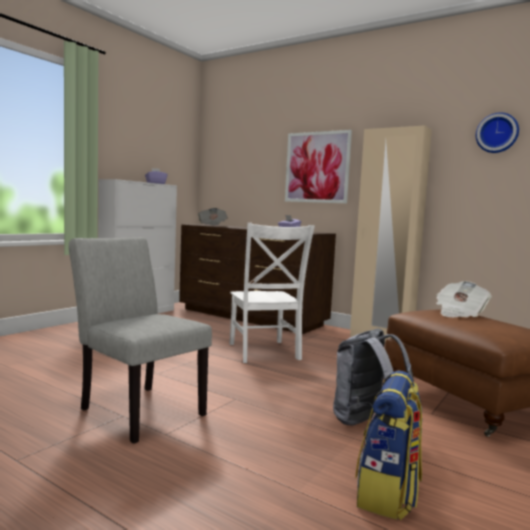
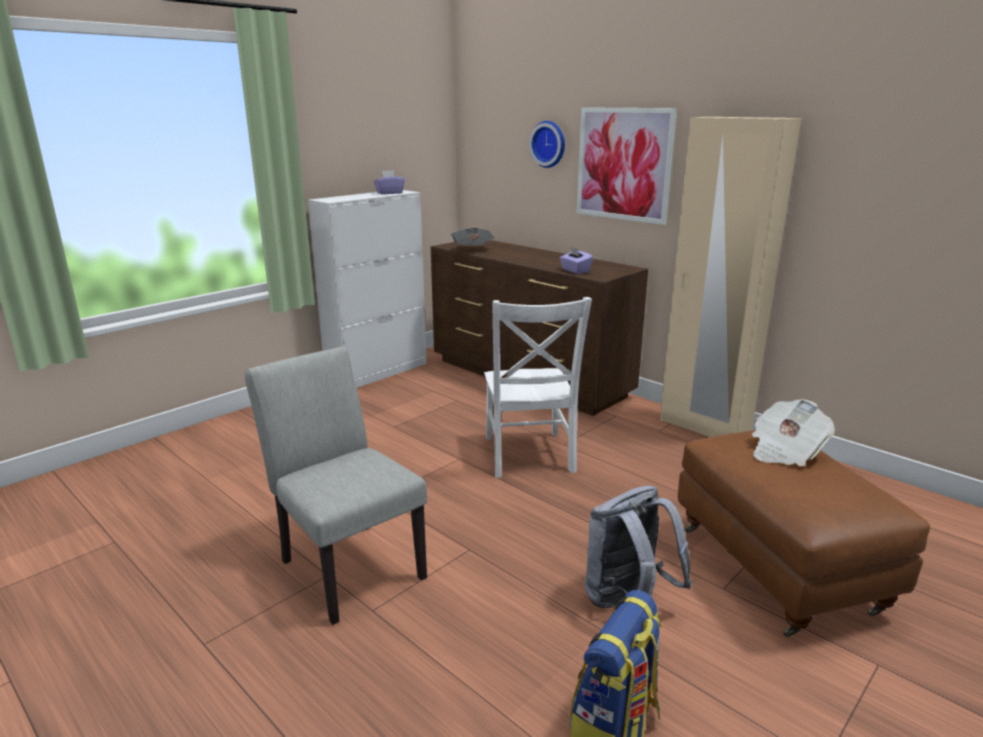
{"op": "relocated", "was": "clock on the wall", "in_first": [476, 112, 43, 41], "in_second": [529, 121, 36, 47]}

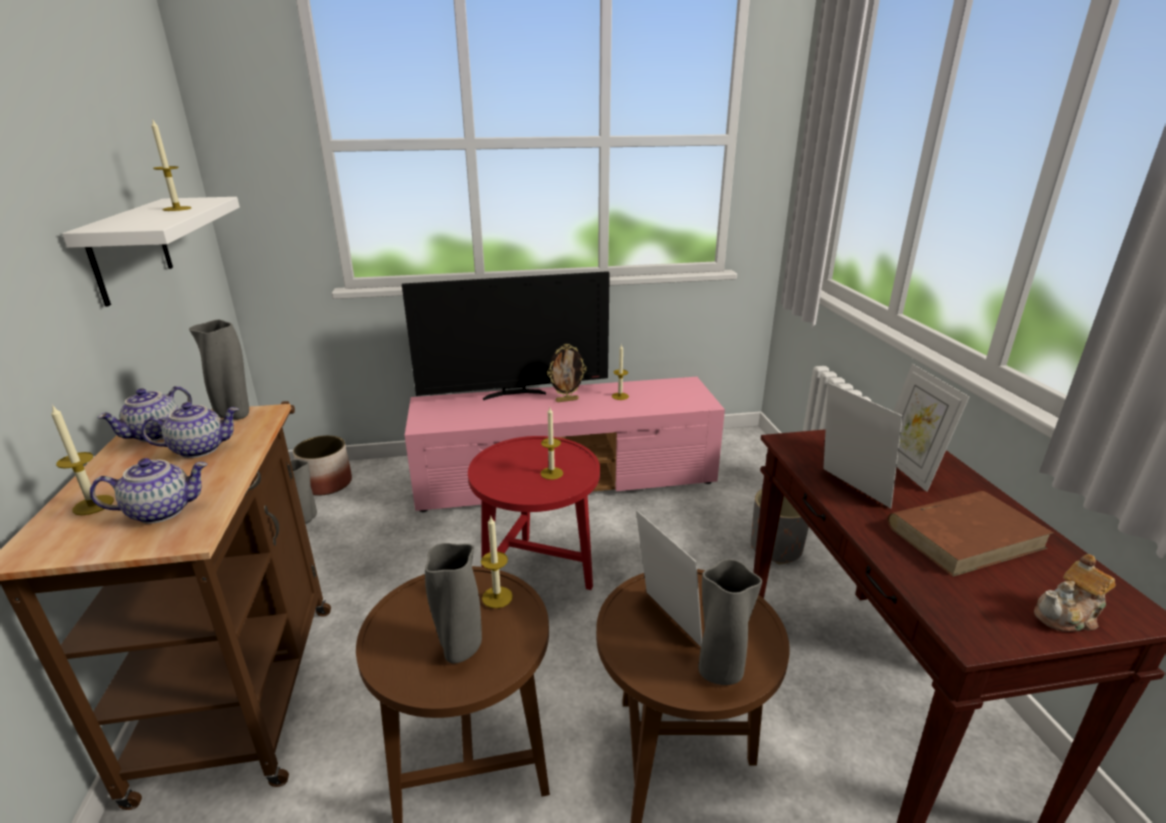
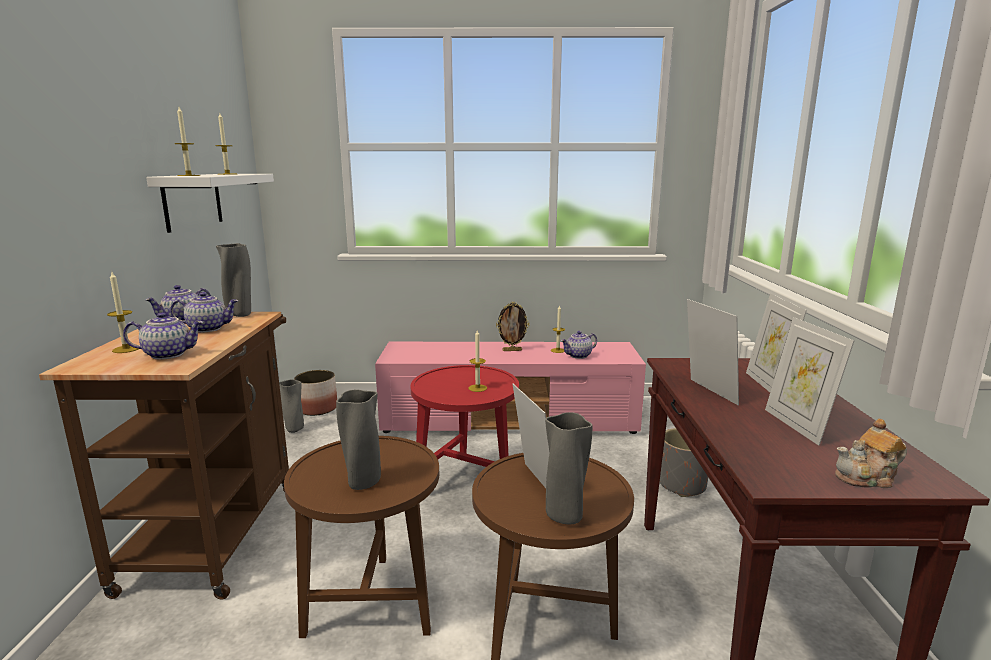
{"op": "missing", "was": "TV set", "in_first": [402, 271, 208, 129]}
{"op": "appeared", "now": "teapot", "in_second": [561, 331, 36, 28]}
{"op": "relocated", "was": "candle", "in_first": [481, 517, 32, 91], "in_second": [175, 107, 25, 69]}
{"op": "exchanged", "was": "bound book/brownish", "now": "picture frame", "in_first": [887, 491, 167, 86], "in_second": [765, 317, 89, 129]}

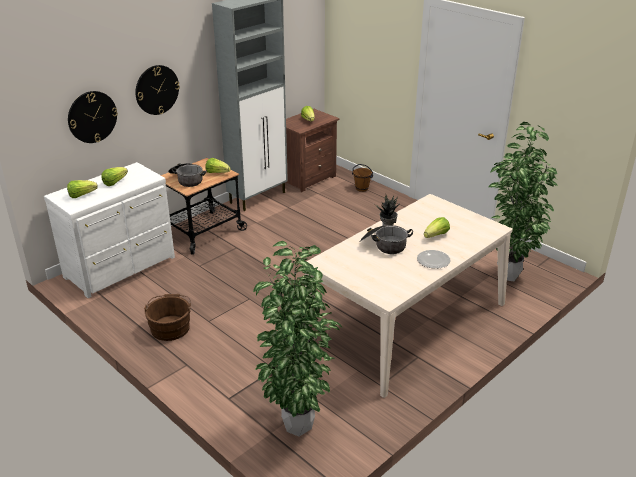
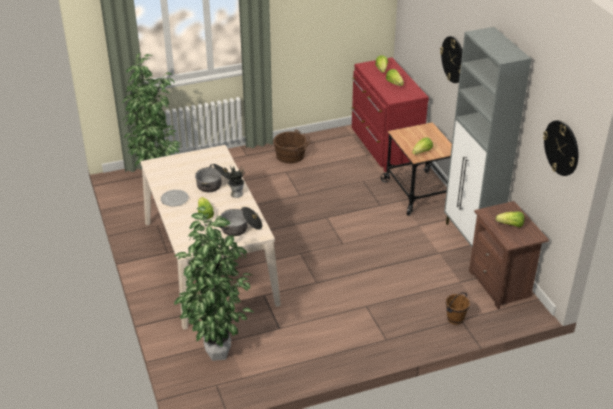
{"op": "relocated", "was": "clock on the wall", "in_first": [68, 91, 50, 52], "in_second": [543, 120, 35, 56]}
{"op": "relocated", "was": "stockpot", "in_first": [168, 163, 39, 24], "in_second": [220, 207, 42, 29]}
{"op": "colour", "was": "dresser/whitish", "now": "dresser/red", "in_first": [44, 162, 131, 136], "in_second": [351, 57, 78, 115]}

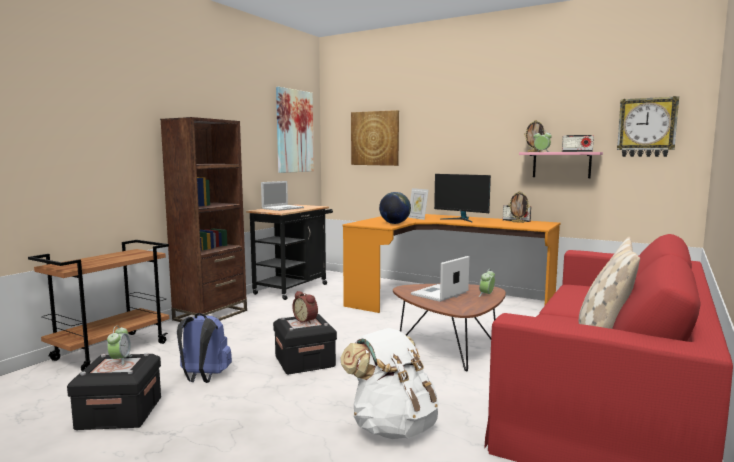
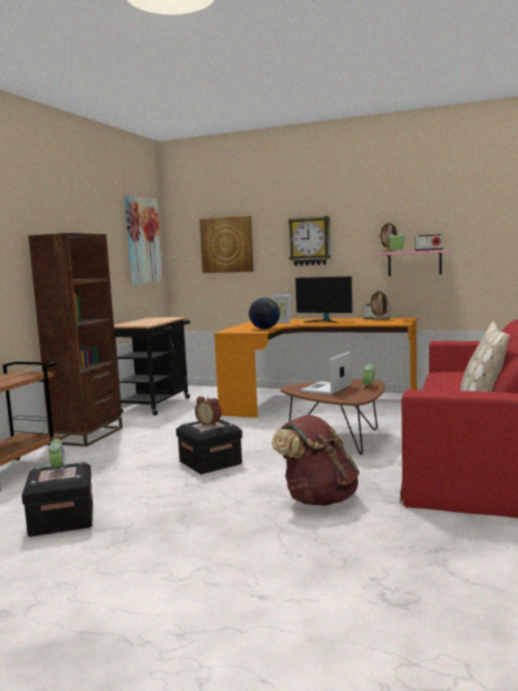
{"op": "missing", "was": "rucksack/bluish", "in_first": [177, 313, 55, 70]}
{"op": "missing", "was": "portable computer", "in_first": [261, 181, 43, 30]}
{"op": "relocated", "was": "clock on the wall", "in_first": [617, 96, 62, 61], "in_second": [288, 216, 43, 50]}
{"op": "colour", "was": "rucksack/whitish", "now": "rucksack/brownish", "in_first": [341, 328, 99, 111], "in_second": [271, 415, 89, 91]}

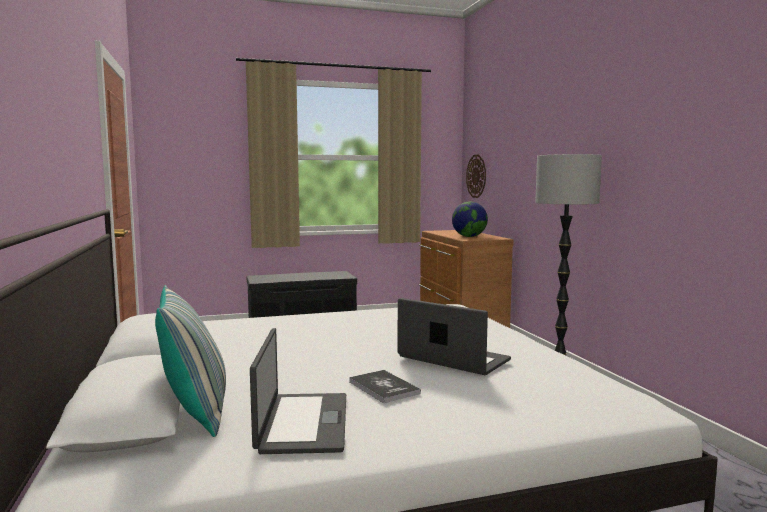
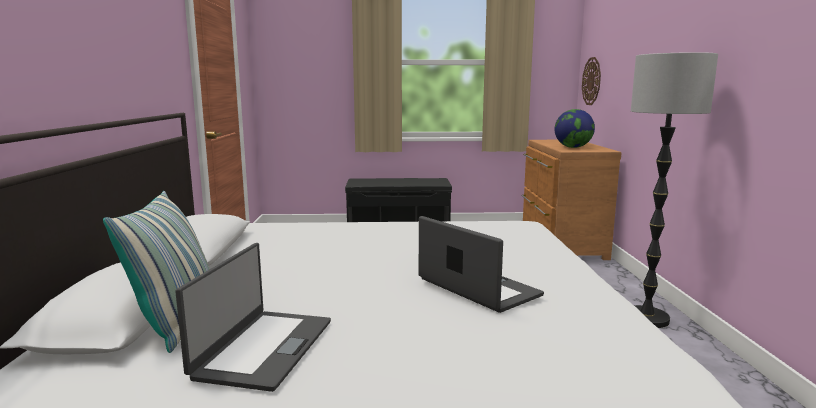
{"op": "missing", "was": "bound book", "in_first": [349, 370, 72, 33]}

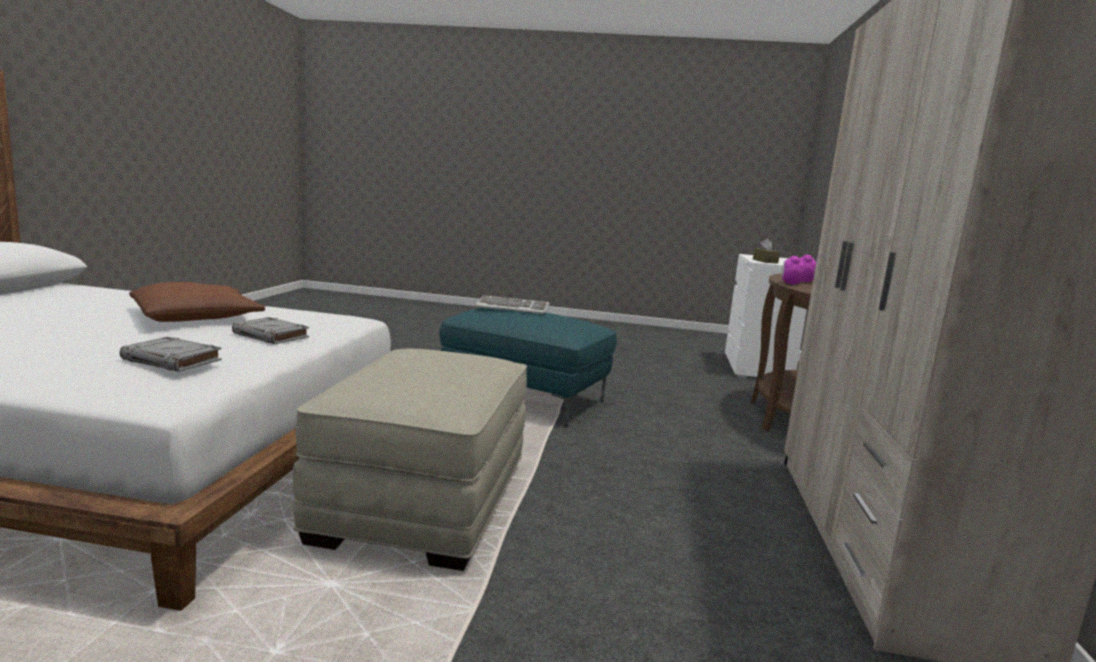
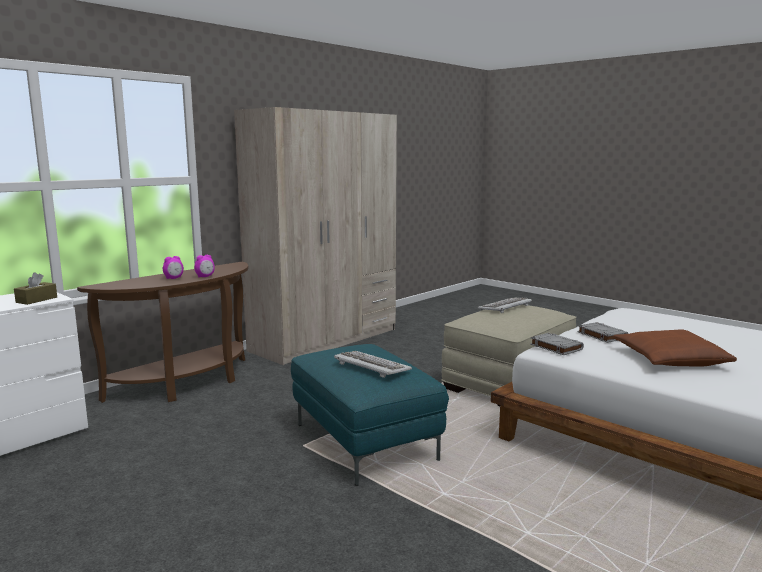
{"op": "appeared", "now": "keyboard", "in_second": [478, 297, 54, 16]}
{"op": "relocated", "was": "bound book/greyish", "in_first": [120, 337, 102, 35], "in_second": [530, 333, 54, 22]}

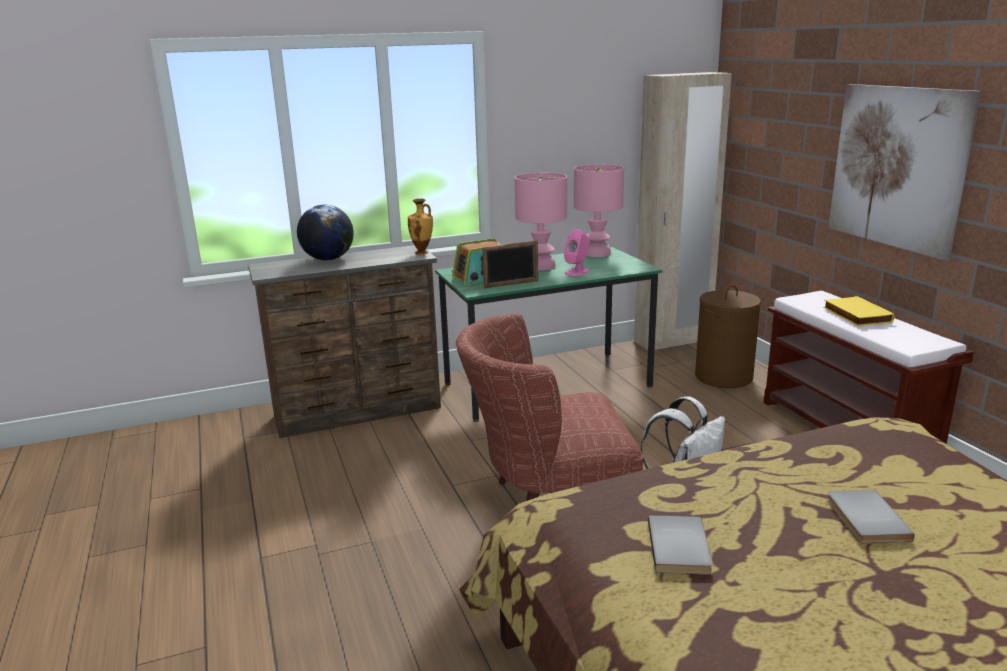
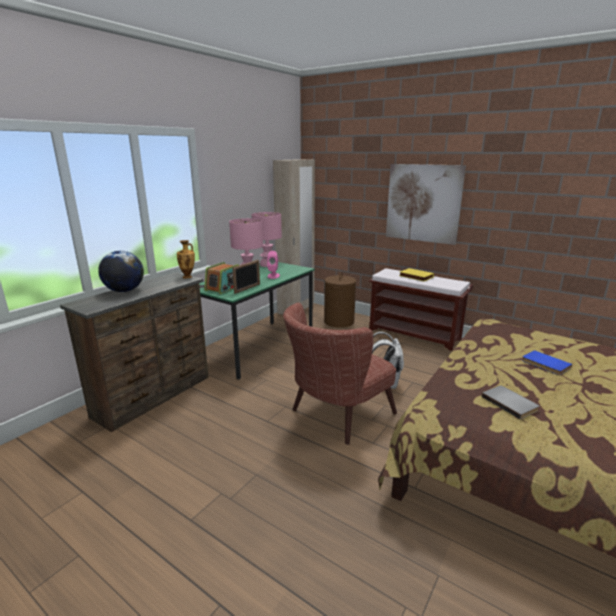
{"op": "colour", "was": "bound book/greyish", "now": "bound book/bluish", "in_first": [827, 490, 88, 54], "in_second": [522, 350, 50, 25]}

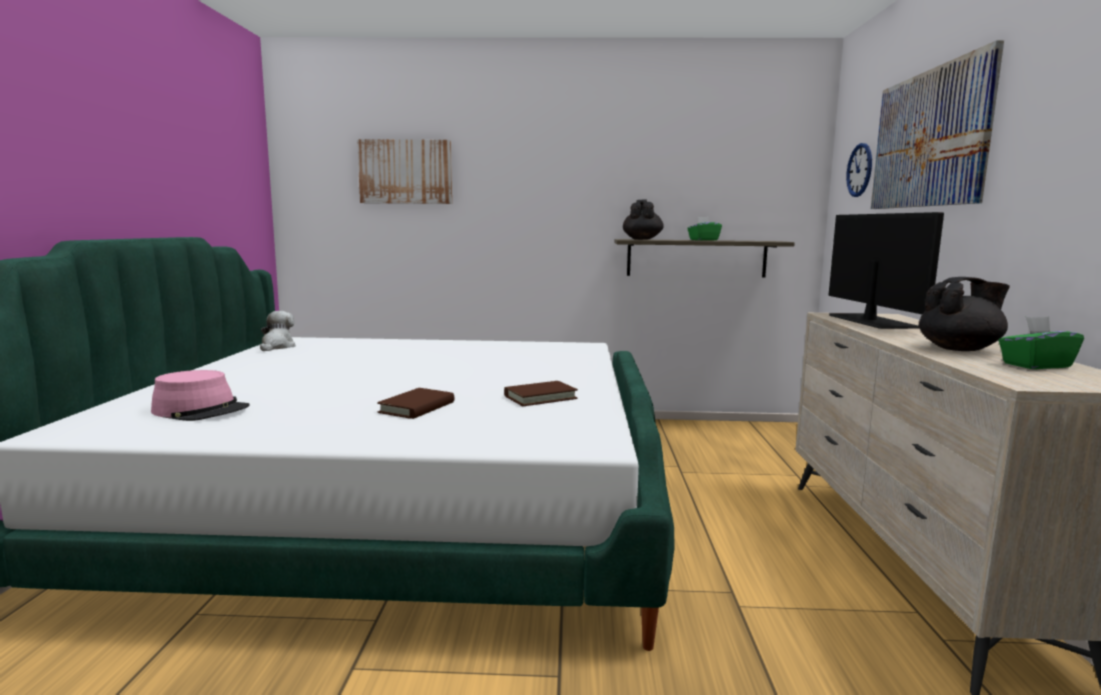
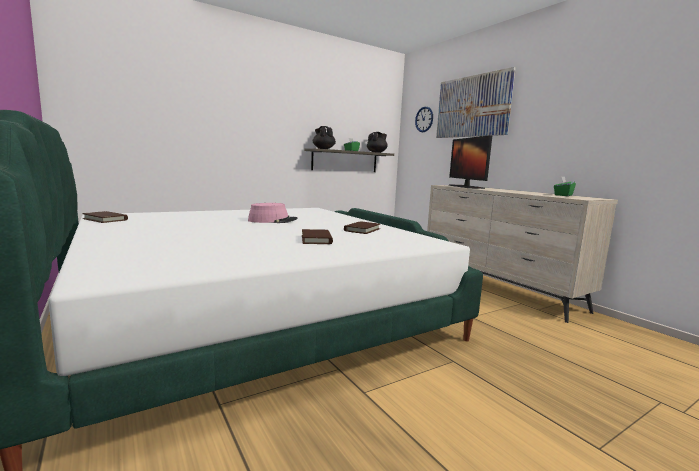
{"op": "missing", "was": "wall art", "in_first": [357, 139, 95, 65]}
{"op": "relocated", "was": "wearable hat/pink-coloured", "in_first": [151, 370, 99, 51], "in_second": [248, 203, 50, 20]}
{"op": "relocated", "was": "teapot/black", "in_first": [919, 277, 91, 74], "in_second": [367, 132, 21, 21]}
{"op": "exchanged", "was": "plush toy", "now": "bound book/brownish", "in_first": [260, 311, 35, 40], "in_second": [82, 211, 46, 12]}
{"op": "spun", "was": "monitor", "in_first": [829, 212, 115, 117], "in_second": [449, 135, 43, 54], "clockwise": -150}

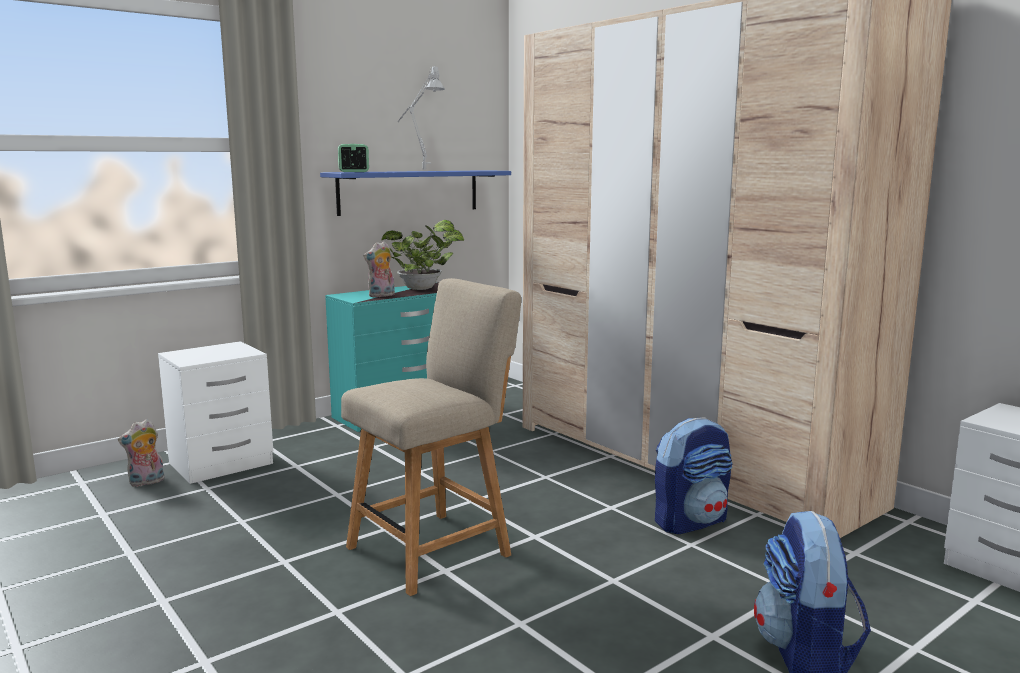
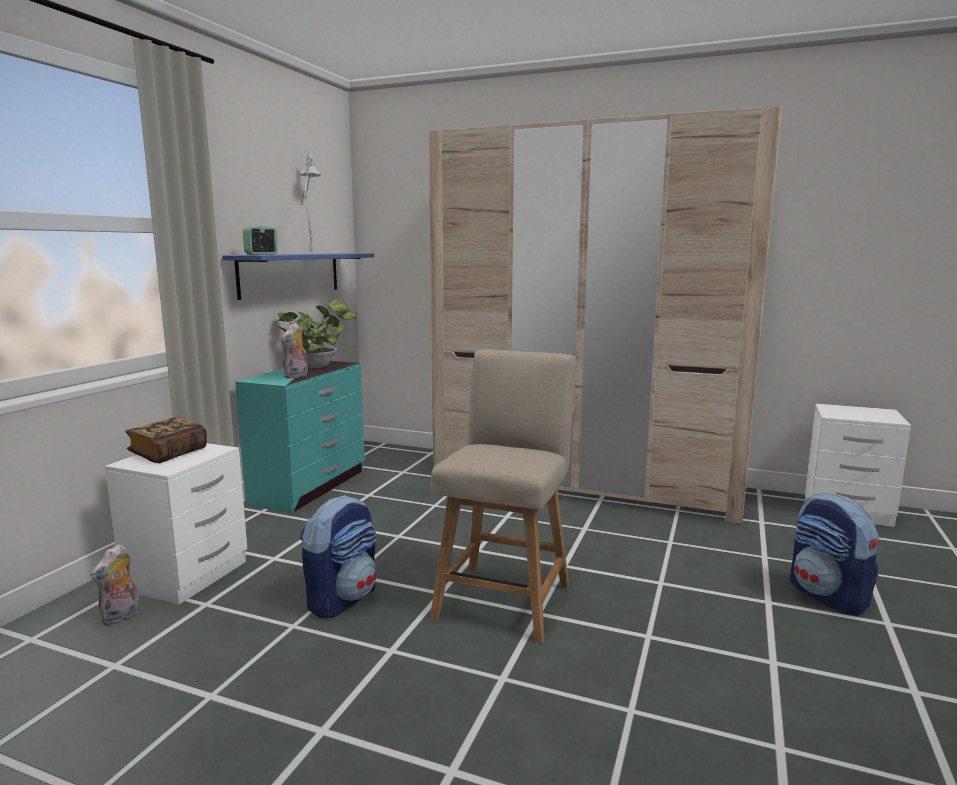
{"op": "appeared", "now": "bound book", "in_second": [125, 417, 82, 46]}
{"op": "relocated", "was": "rucksack", "in_first": [655, 417, 78, 117], "in_second": [300, 495, 77, 123]}

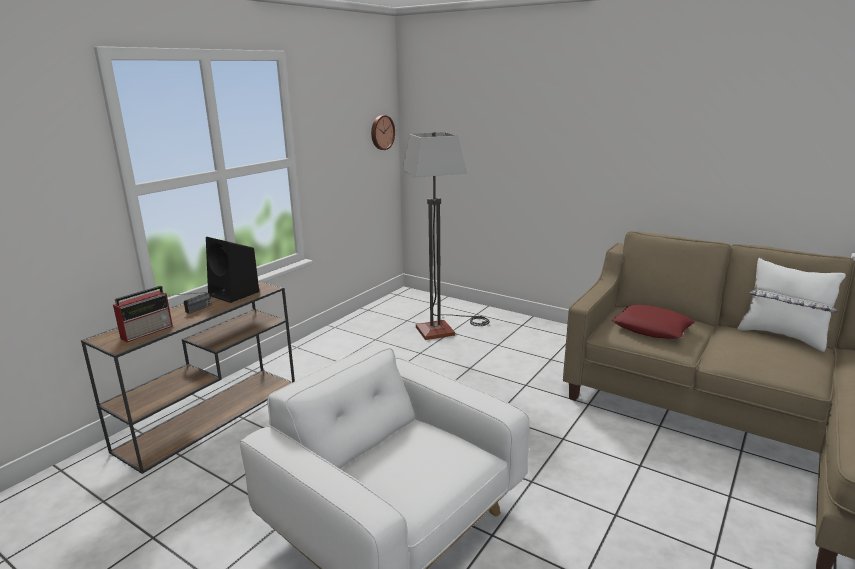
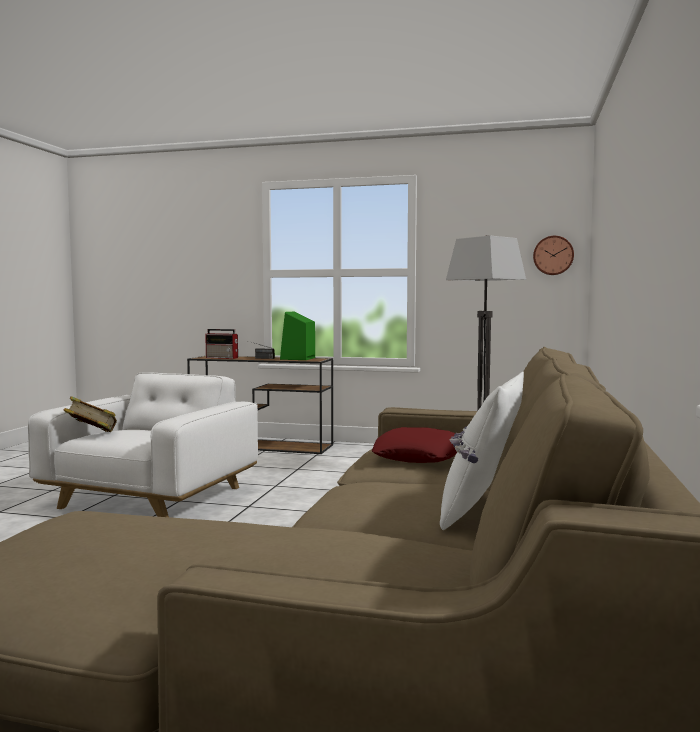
{"op": "appeared", "now": "bound book", "in_second": [64, 396, 53, 36]}
{"op": "colour", "was": "loudspeaker/black", "now": "loudspeaker/greenish", "in_first": [206, 237, 54, 66], "in_second": [280, 312, 35, 48]}

